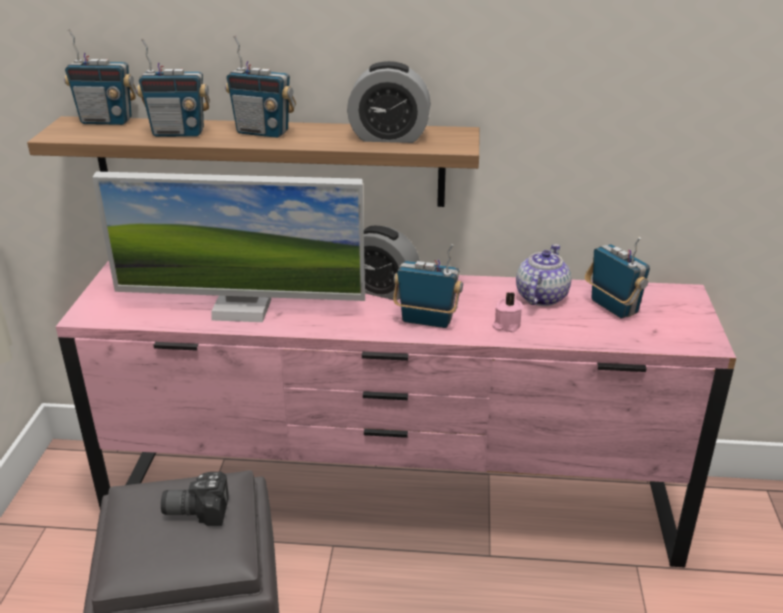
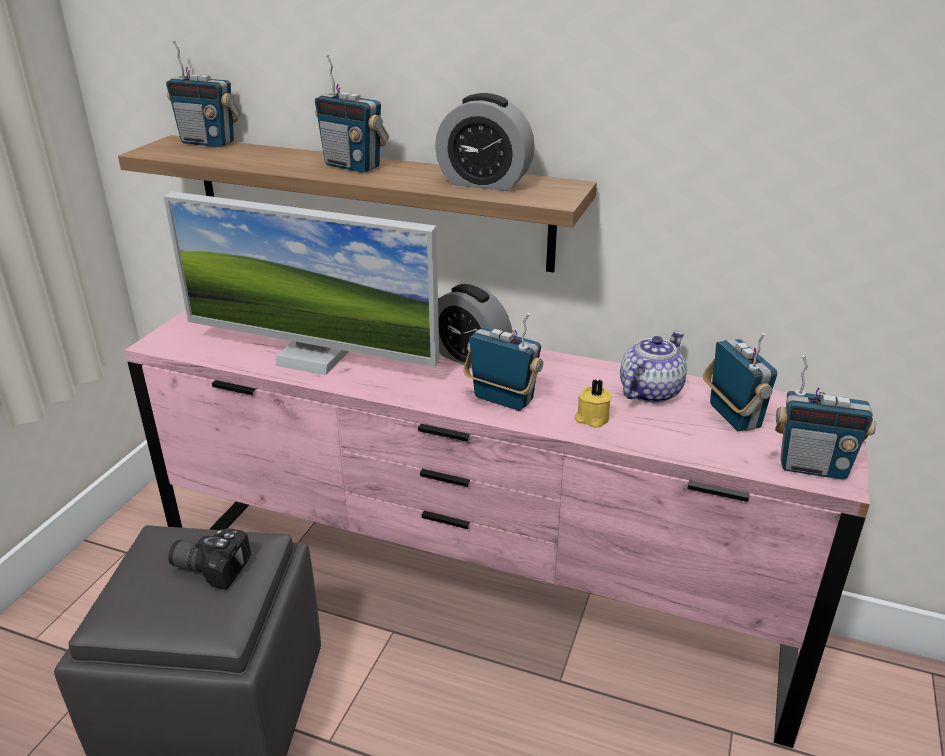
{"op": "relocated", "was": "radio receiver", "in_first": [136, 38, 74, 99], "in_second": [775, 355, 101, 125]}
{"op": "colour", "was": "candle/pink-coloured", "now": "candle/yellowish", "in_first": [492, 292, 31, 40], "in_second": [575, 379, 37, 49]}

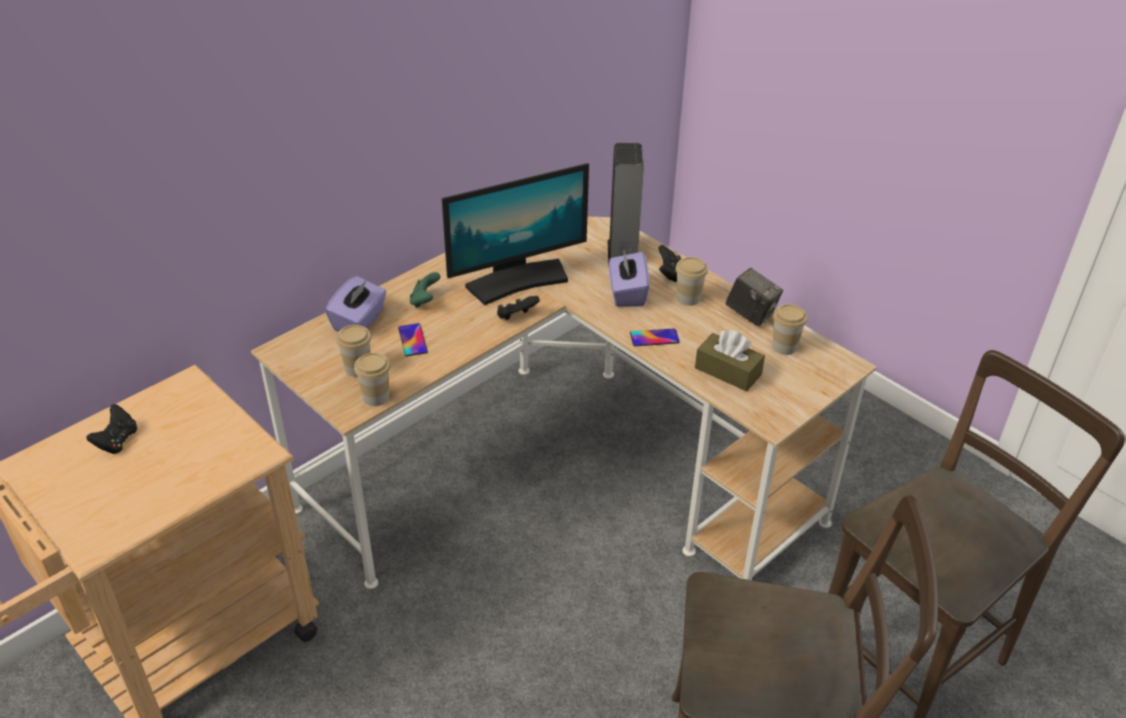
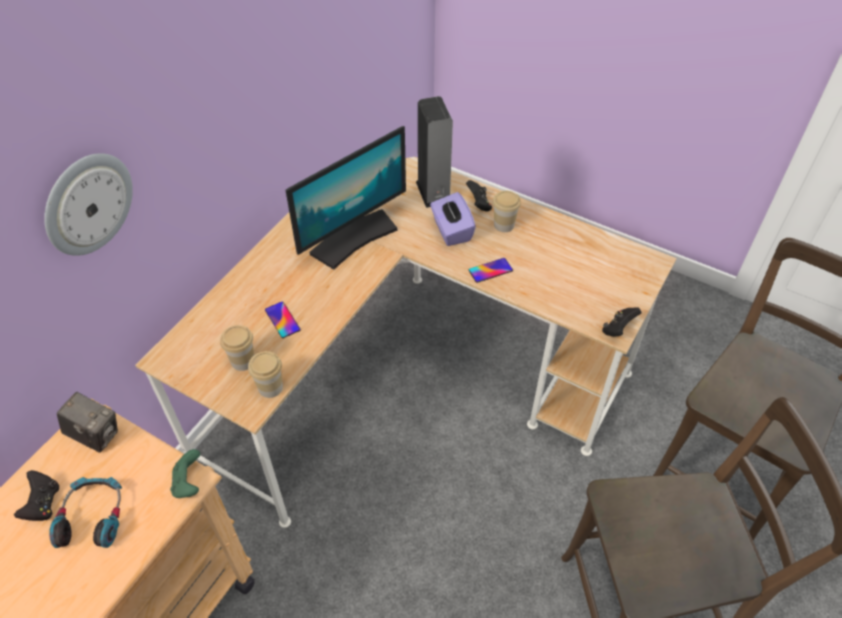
{"op": "missing", "was": "box of tissues/purplish", "in_first": [325, 276, 61, 56]}
{"op": "missing", "was": "box of tissues/brownish", "in_first": [695, 330, 70, 61]}
{"op": "missing", "was": "cup", "in_first": [772, 304, 35, 51]}
{"op": "appeared", "now": "clock on the wall", "in_second": [44, 153, 89, 103]}
{"op": "appeared", "now": "headset", "in_second": [49, 477, 73, 71]}
{"op": "relocated", "was": "gamepad/greenish", "in_first": [410, 272, 30, 36], "in_second": [170, 449, 30, 49]}
{"op": "relocated", "was": "gamepad/black", "in_first": [497, 296, 43, 24], "in_second": [602, 307, 40, 30]}
{"op": "relocated", "was": "still camera", "in_first": [725, 268, 58, 58], "in_second": [57, 392, 61, 61]}

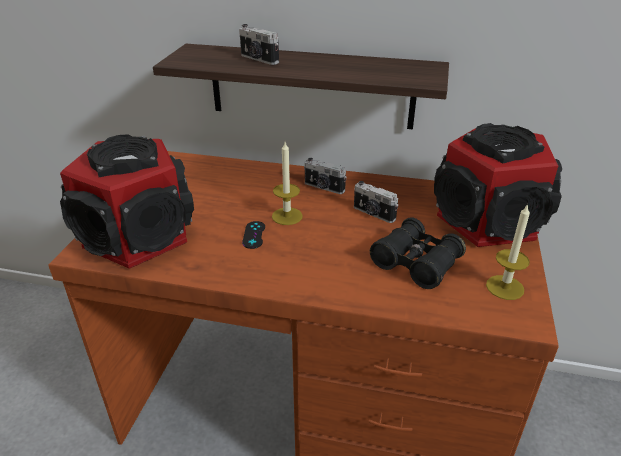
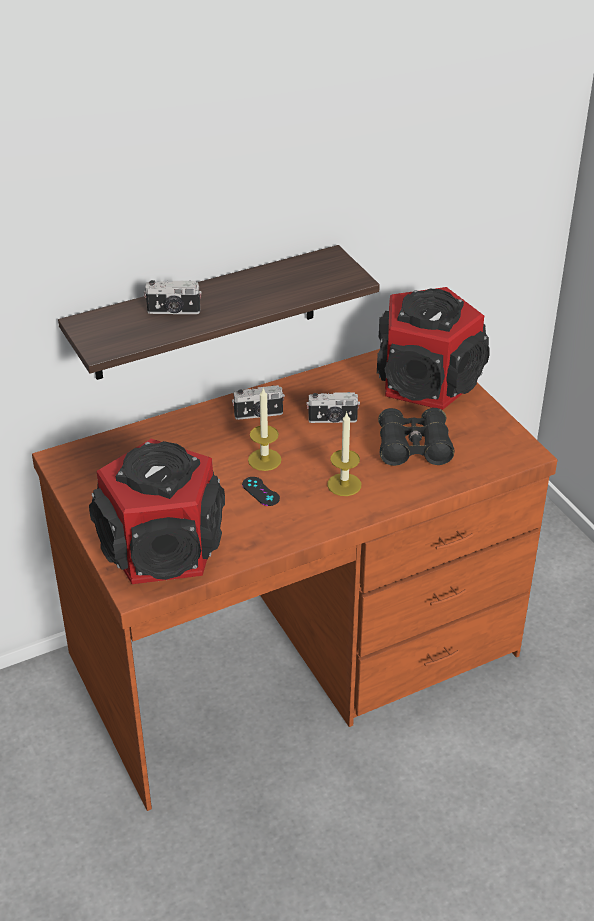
{"op": "relocated", "was": "candle", "in_first": [486, 204, 44, 96], "in_second": [327, 412, 34, 84]}

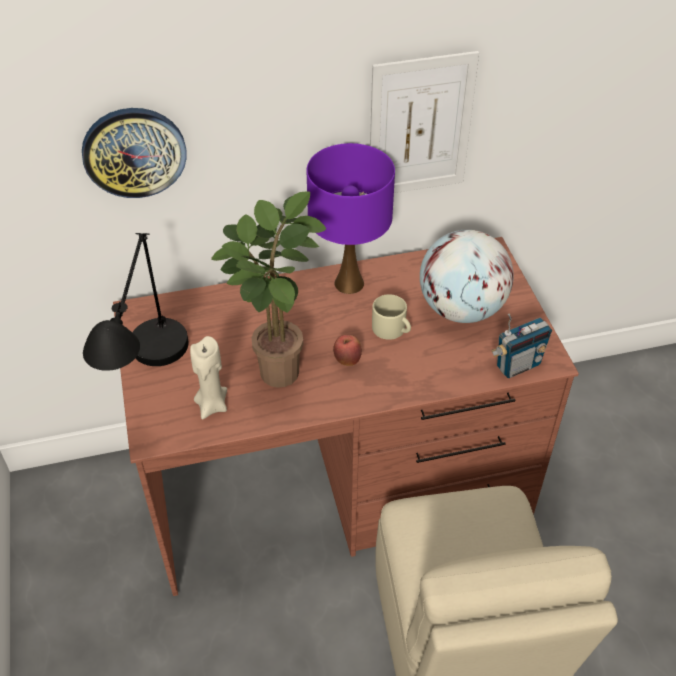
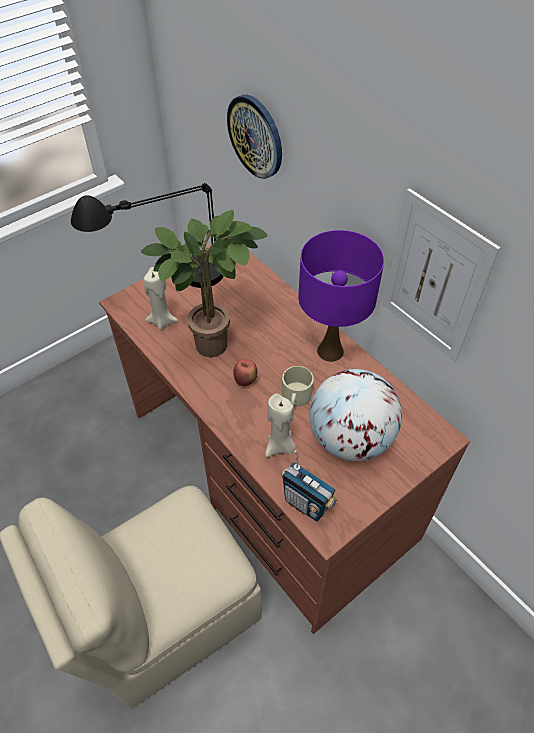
{"op": "appeared", "now": "candle/sand-coloured", "in_second": [265, 394, 31, 63]}

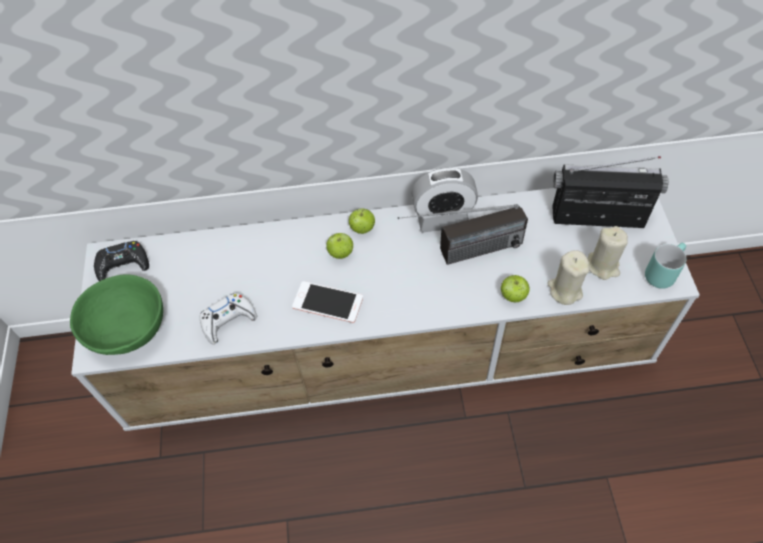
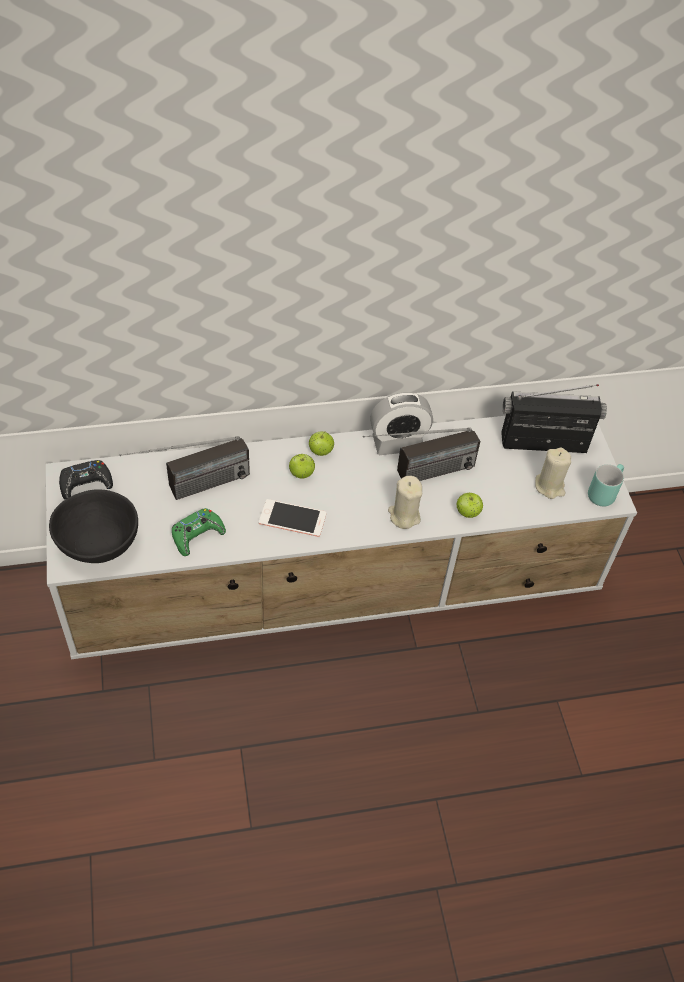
{"op": "appeared", "now": "radio receiver", "in_second": [120, 436, 130, 64]}
{"op": "relocated", "was": "candle/sand-coloured", "in_first": [547, 250, 42, 55], "in_second": [388, 476, 34, 53]}
{"op": "colour", "was": "bowl/greenish", "now": "bowl/black", "in_first": [70, 275, 93, 80], "in_second": [49, 490, 89, 73]}
{"op": "colour", "was": "gamepad/whitish", "now": "gamepad/greenish", "in_first": [200, 293, 57, 51], "in_second": [172, 508, 54, 48]}

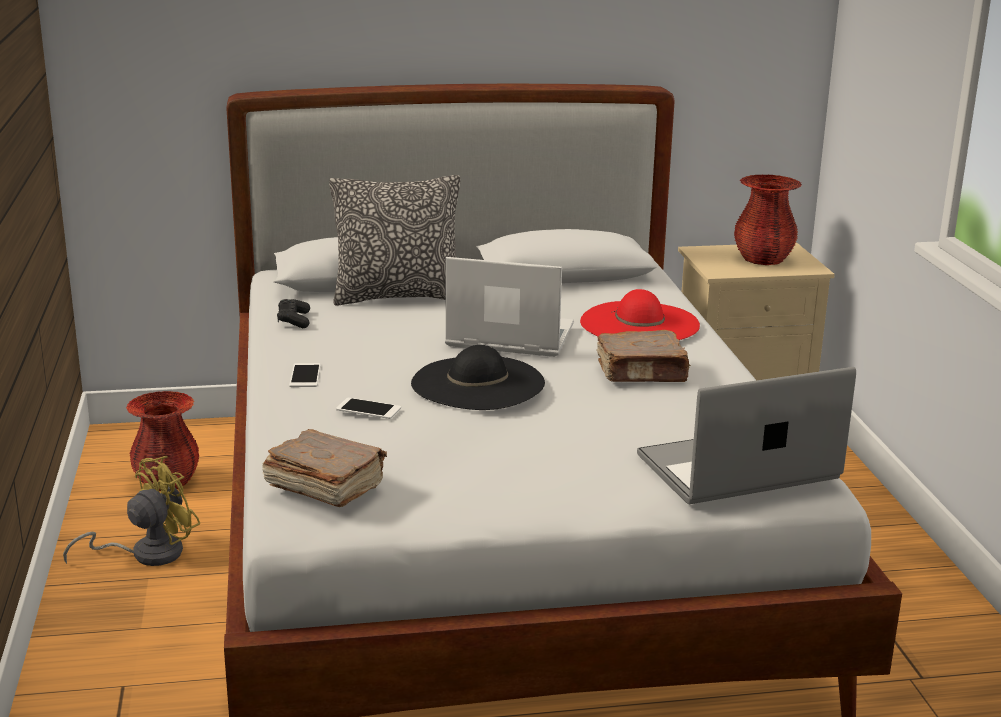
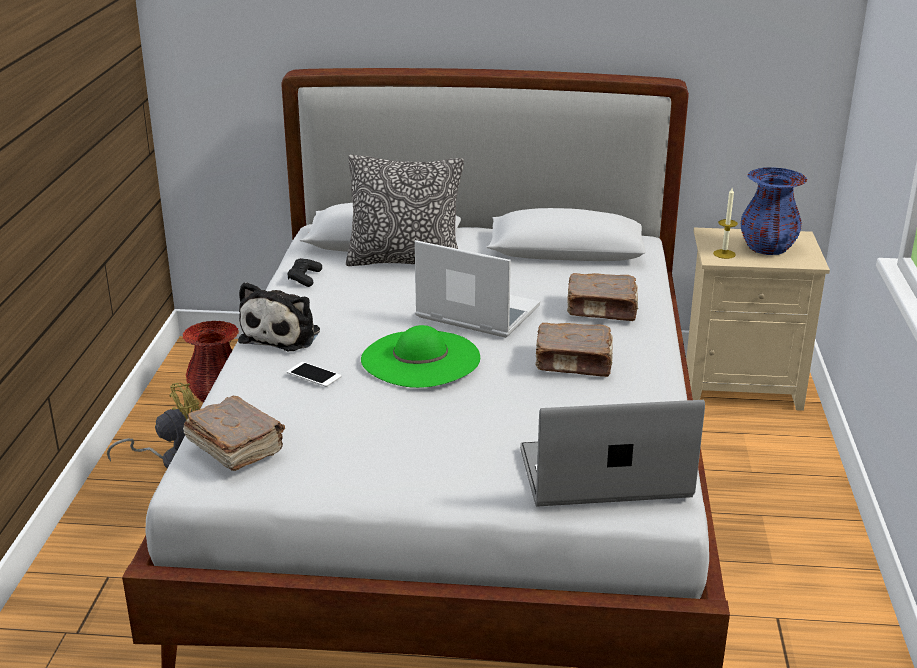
{"op": "appeared", "now": "candle", "in_second": [713, 188, 25, 71]}
{"op": "exchanged", "was": "phone", "now": "plush toy", "in_first": [289, 363, 32, 24], "in_second": [238, 282, 82, 69]}
{"op": "exchanged", "was": "wearable hat/red", "now": "bound book/brownish", "in_first": [580, 289, 120, 51], "in_second": [567, 273, 71, 48]}
{"op": "colour", "was": "wearable hat/black", "now": "wearable hat/greenish", "in_first": [411, 345, 134, 65], "in_second": [361, 325, 119, 63]}
{"op": "colour", "was": "vase/red", "now": "vase/bluish", "in_first": [734, 175, 68, 90], "in_second": [740, 167, 67, 88]}

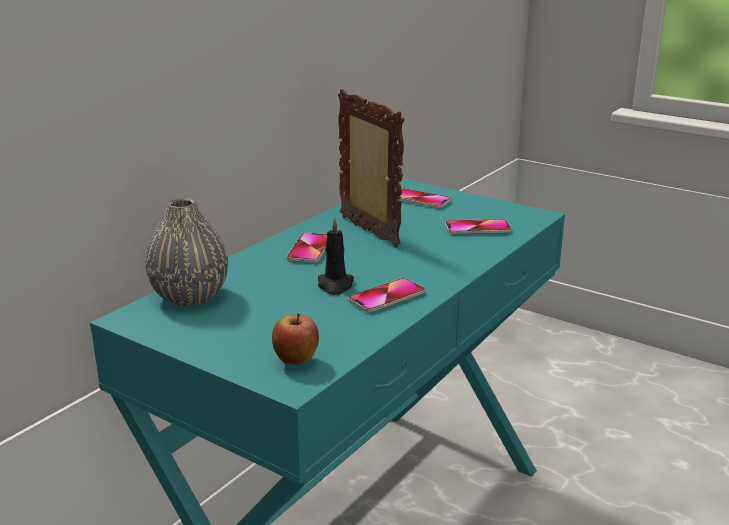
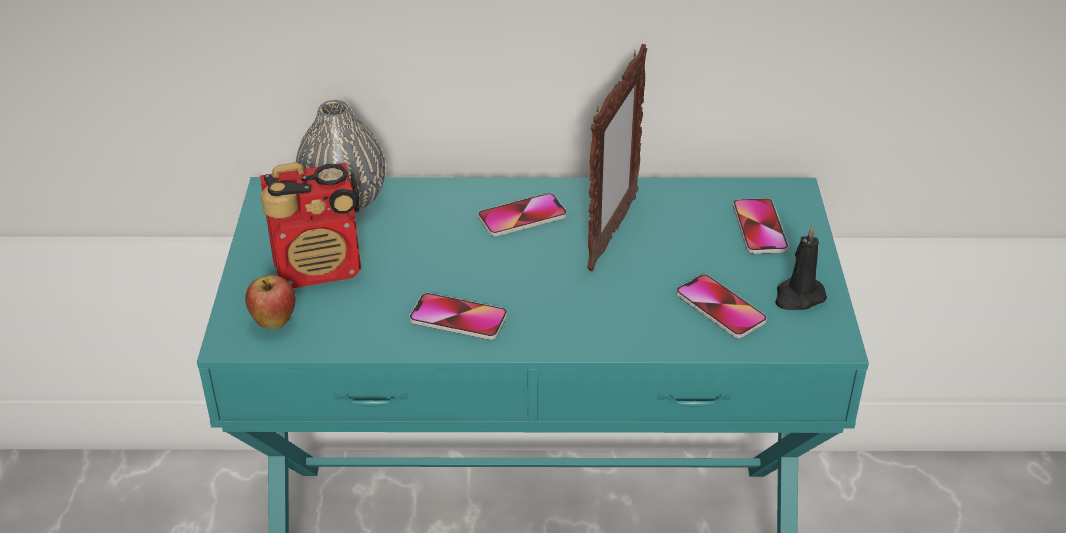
{"op": "appeared", "now": "radio receiver", "in_second": [260, 163, 101, 125]}
{"op": "relocated", "was": "candle/black", "in_first": [318, 217, 36, 78], "in_second": [775, 225, 52, 85]}

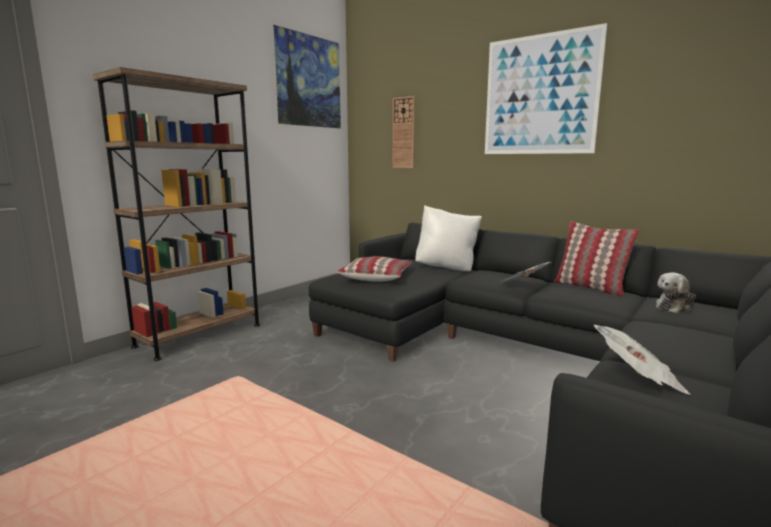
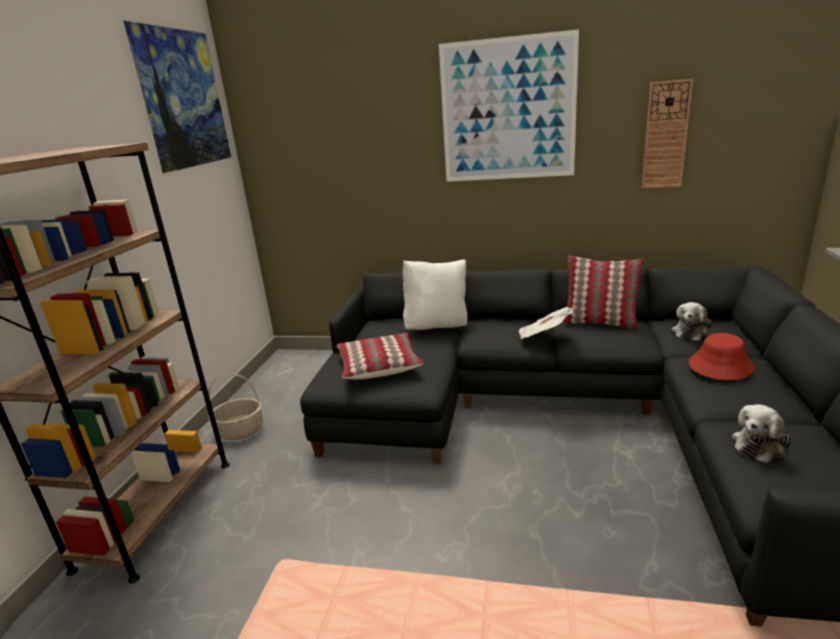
{"op": "appeared", "now": "household basket", "in_second": [208, 373, 55, 67]}
{"op": "appeared", "now": "wearable hat/red", "in_second": [689, 333, 65, 47]}
{"op": "relocated", "was": "clock on the wall", "in_first": [393, 96, 22, 72], "in_second": [642, 79, 51, 109]}
{"op": "exchanged", "was": "newspaper", "now": "plush toy", "in_first": [594, 325, 96, 70], "in_second": [732, 404, 61, 59]}

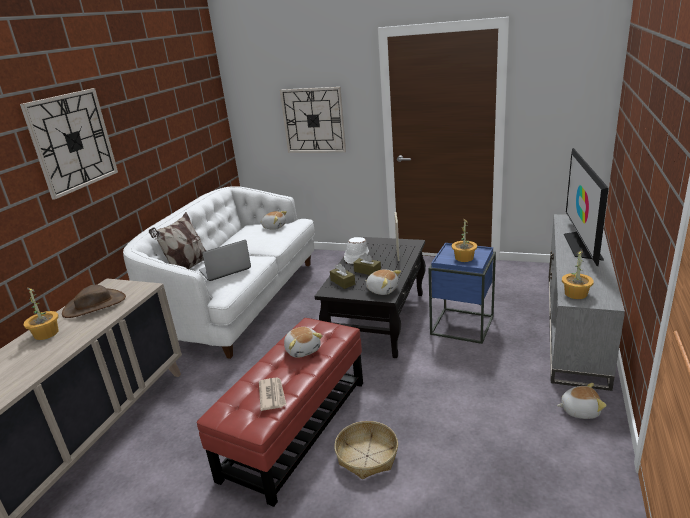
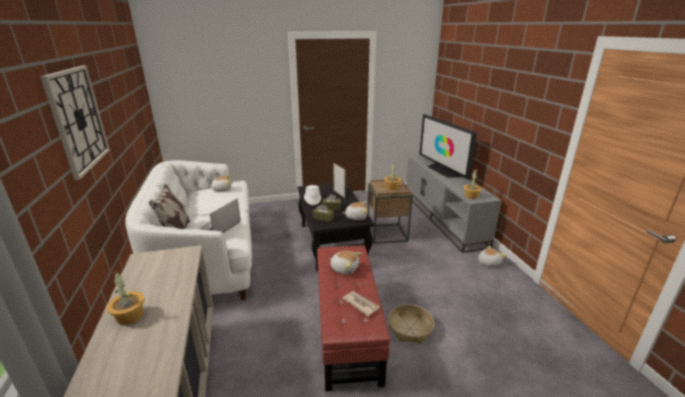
{"op": "missing", "was": "wearable hat/brownish", "in_first": [62, 285, 64, 33]}
{"op": "missing", "was": "clock on the wall", "in_first": [280, 87, 66, 66]}
{"op": "colour", "was": "accent table/bluish", "now": "accent table/brownish", "in_first": [429, 243, 67, 101], "in_second": [368, 179, 45, 65]}

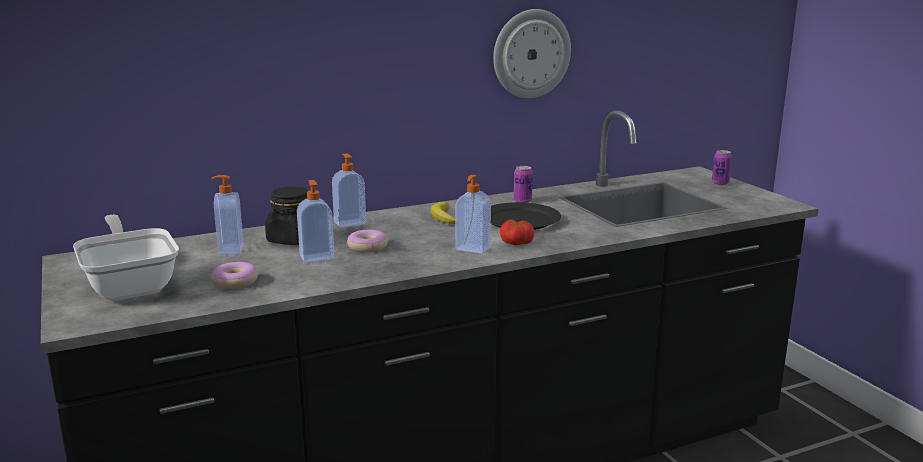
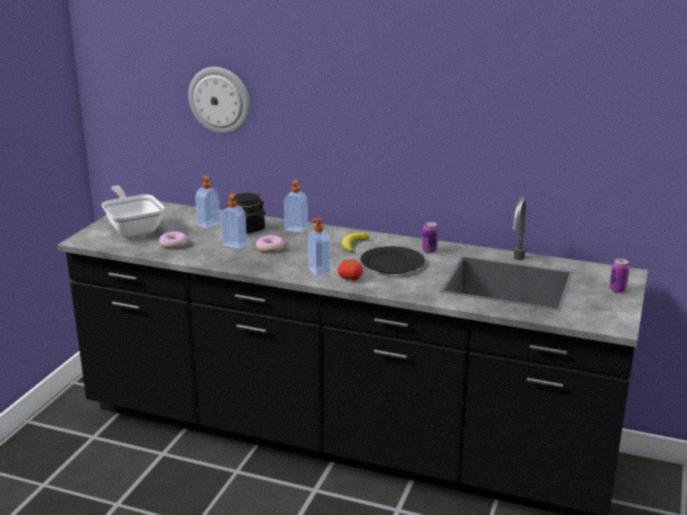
{"op": "relocated", "was": "clock on the wall", "in_first": [493, 9, 78, 89], "in_second": [188, 67, 62, 67]}
{"op": "spun", "was": "frying pan", "in_first": [73, 215, 106, 86], "in_second": [101, 186, 63, 51], "clockwise": -45}

